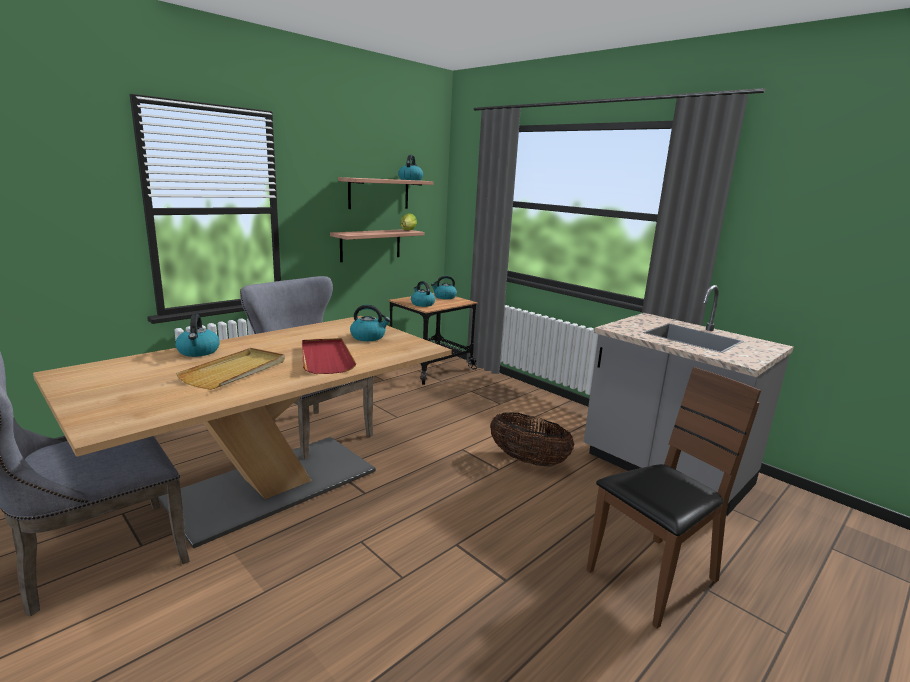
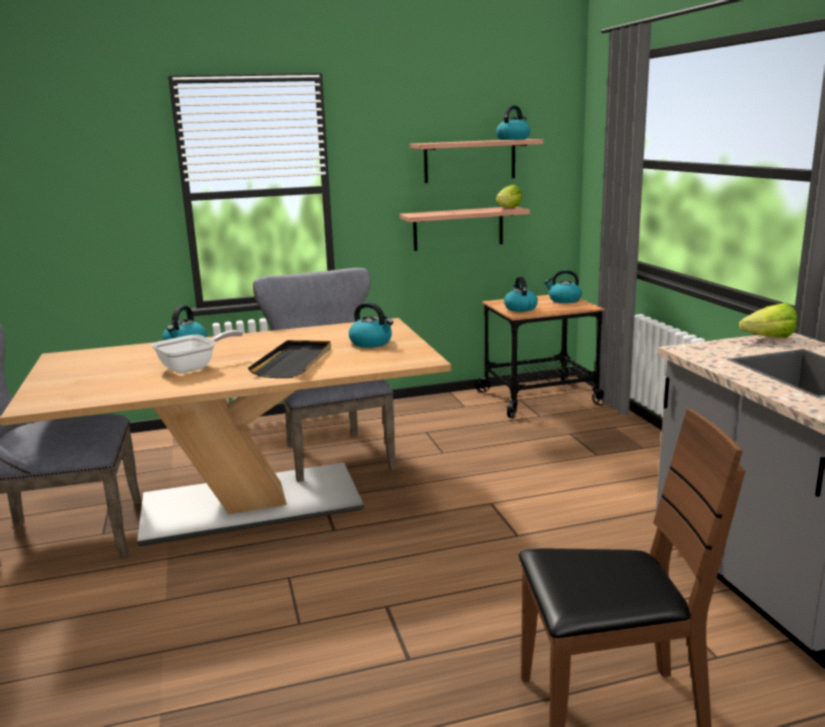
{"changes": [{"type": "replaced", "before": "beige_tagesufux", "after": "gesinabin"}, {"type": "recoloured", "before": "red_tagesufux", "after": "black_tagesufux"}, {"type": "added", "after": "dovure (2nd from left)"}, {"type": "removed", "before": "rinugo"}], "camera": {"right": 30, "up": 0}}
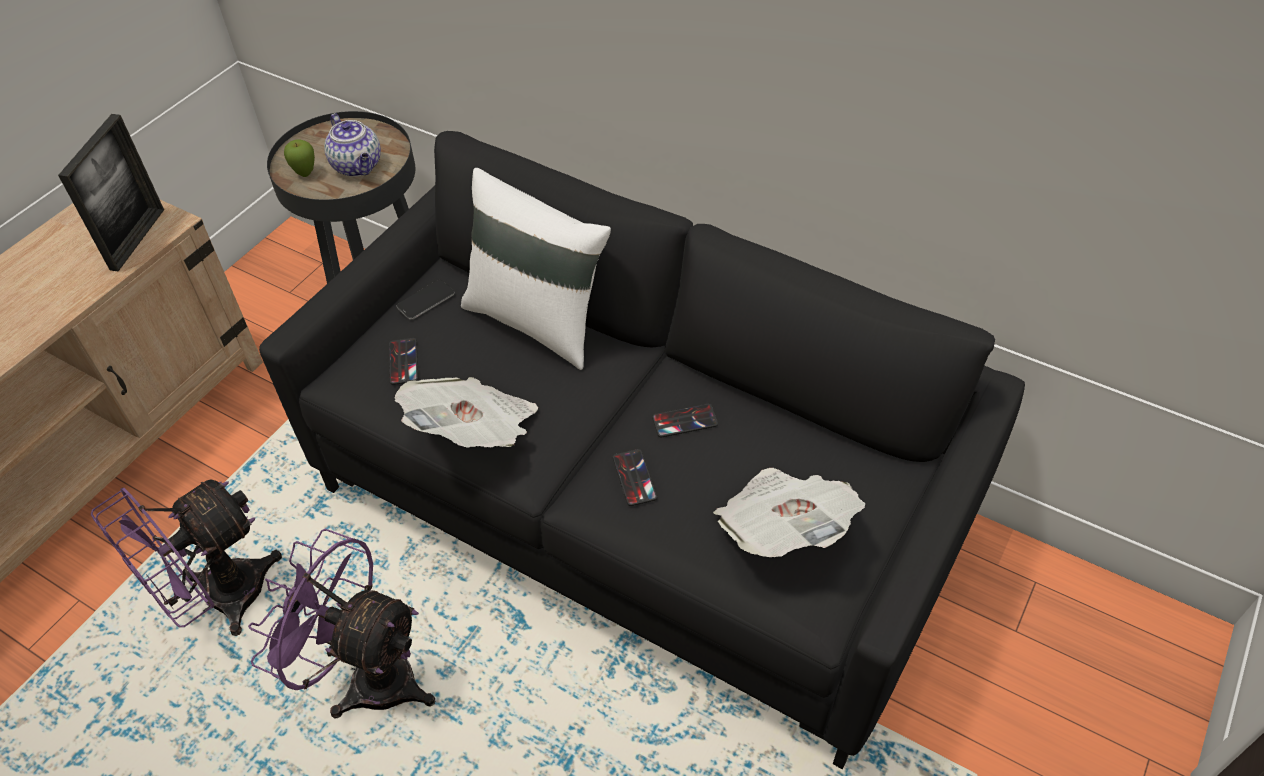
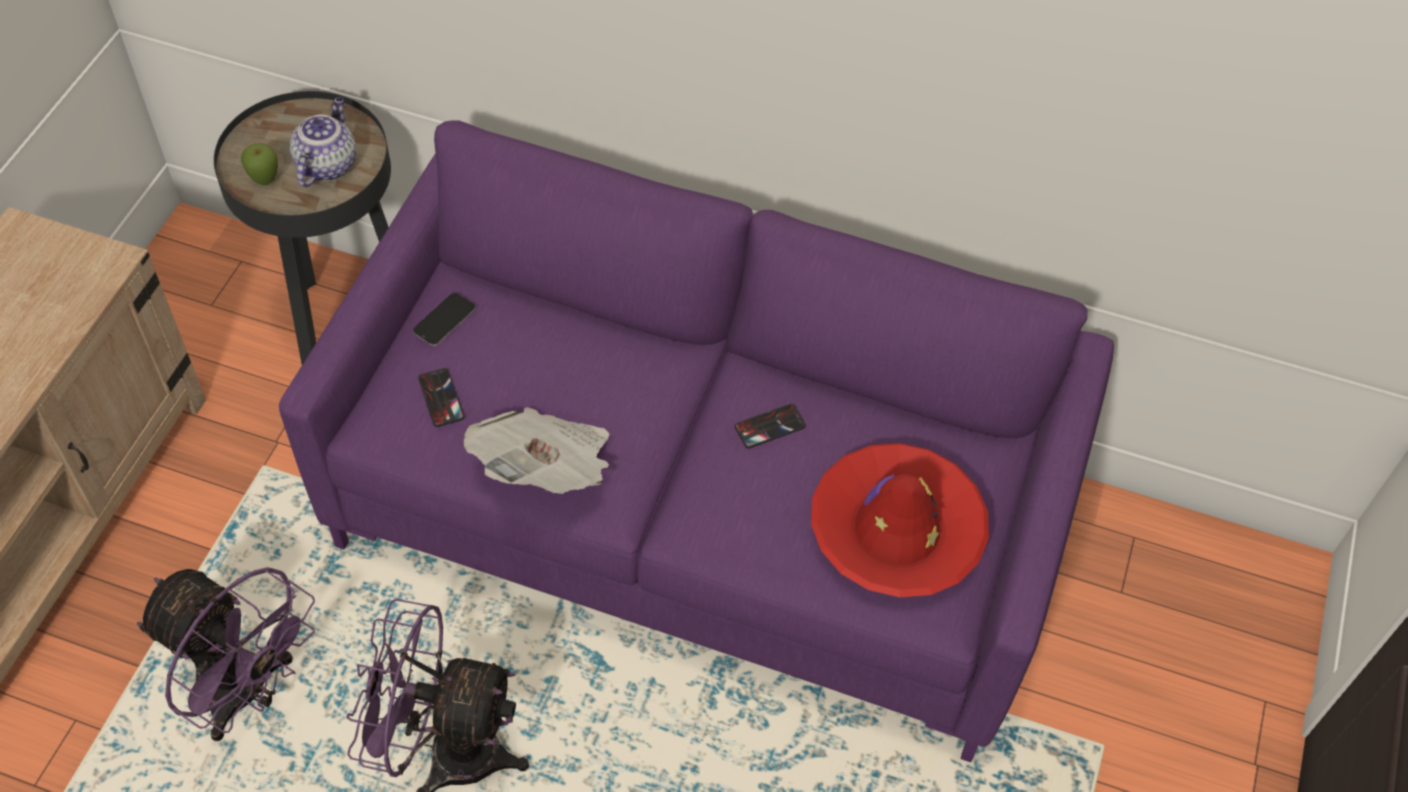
{"changes": [{"type": "turned", "before": "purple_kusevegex (1st from left)", "turn": -90}, {"type": "recoloured", "before": "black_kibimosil", "after": "purple_kibimosil"}, {"type": "turned", "before": "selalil", "turn": -120}, {"type": "replaced", "before": "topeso (2nd from left)", "after": "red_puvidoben"}, {"type": "removed", "before": "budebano"}, {"type": "removed", "before": "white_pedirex"}, {"type": "removed", "before": "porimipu (3rd from left)"}], "camera": {"right": -15, "up": 5}}
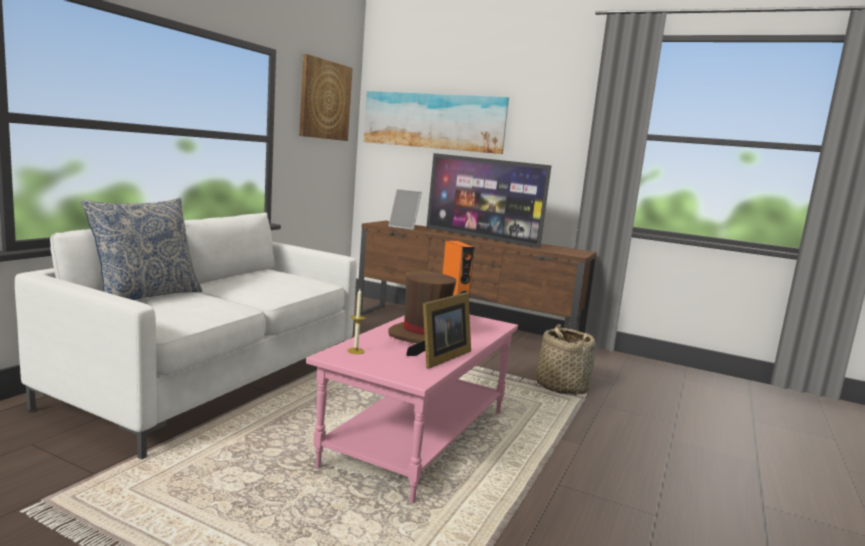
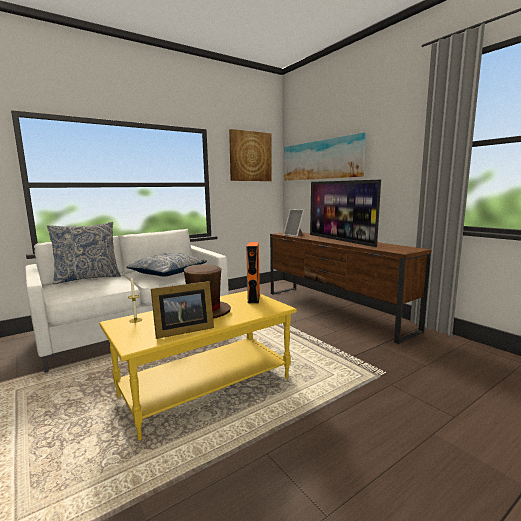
{"changes": [{"type": "recoloured", "before": "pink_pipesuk", "after": "yellow_pipesuk"}, {"type": "added", "after": "pedirex (2nd from left)"}, {"type": "removed", "before": "rinugo"}], "camera": {"right": 30, "up": 0}}
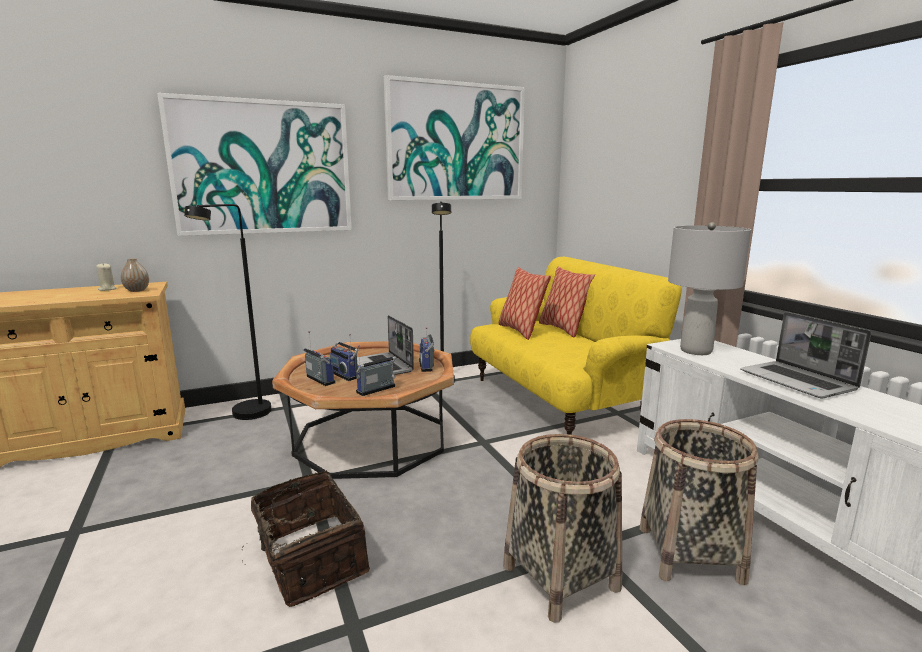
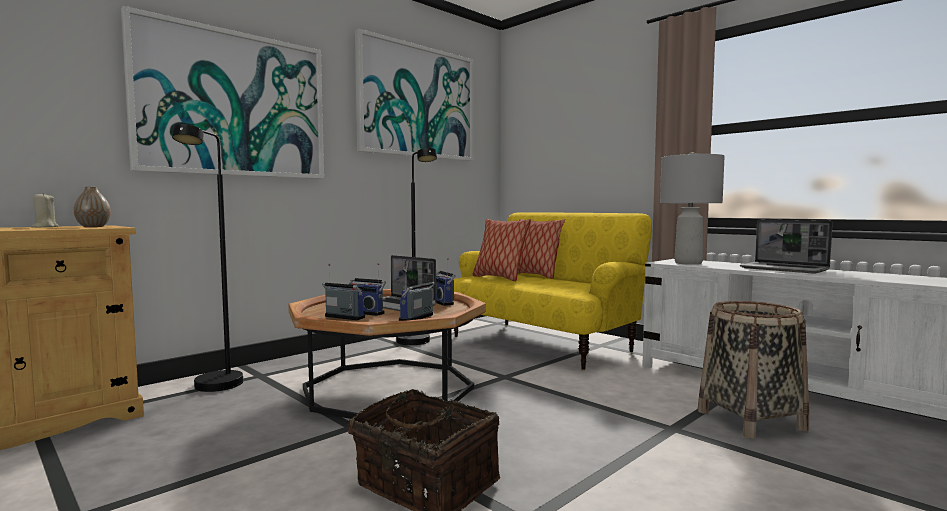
{"changes": [{"type": "removed", "before": "rinugo (2nd from left)"}], "camera": {"right": -20, "up": -10}}
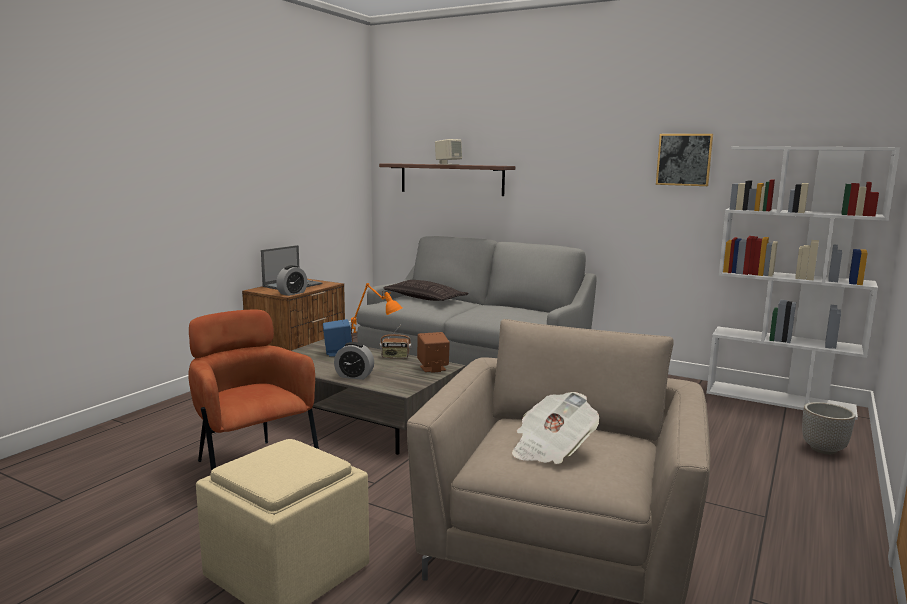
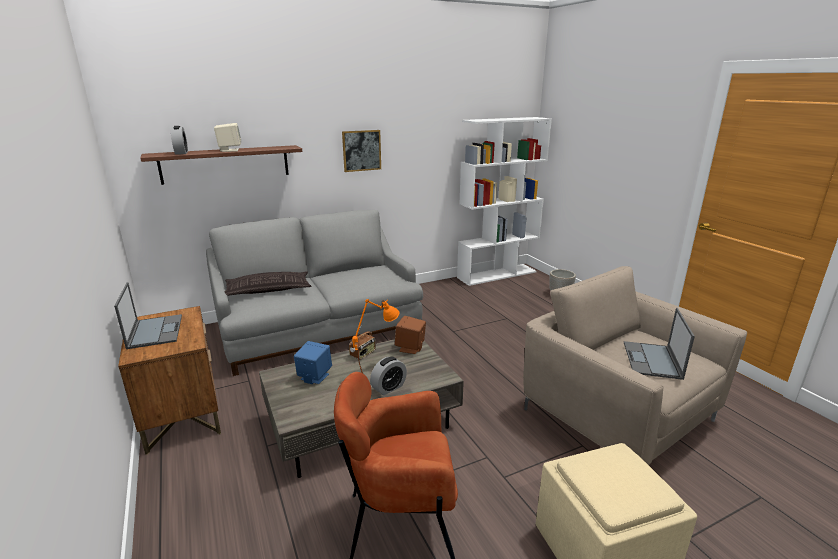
{"changes": [{"type": "moved", "before": "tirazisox (1st from left)"}, {"type": "moved", "before": "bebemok"}, {"type": "replaced", "before": "topeso", "after": "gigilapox (2nd from left)"}], "camera": {"right": -55, "up": 10}}
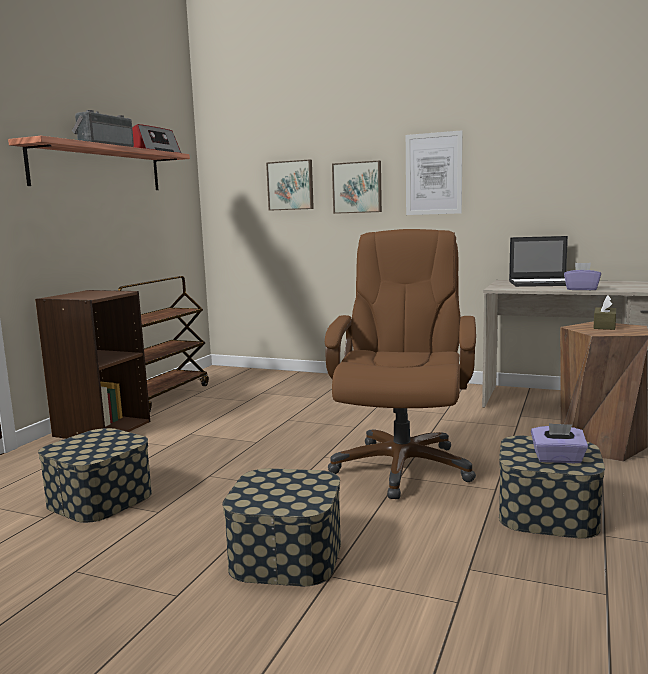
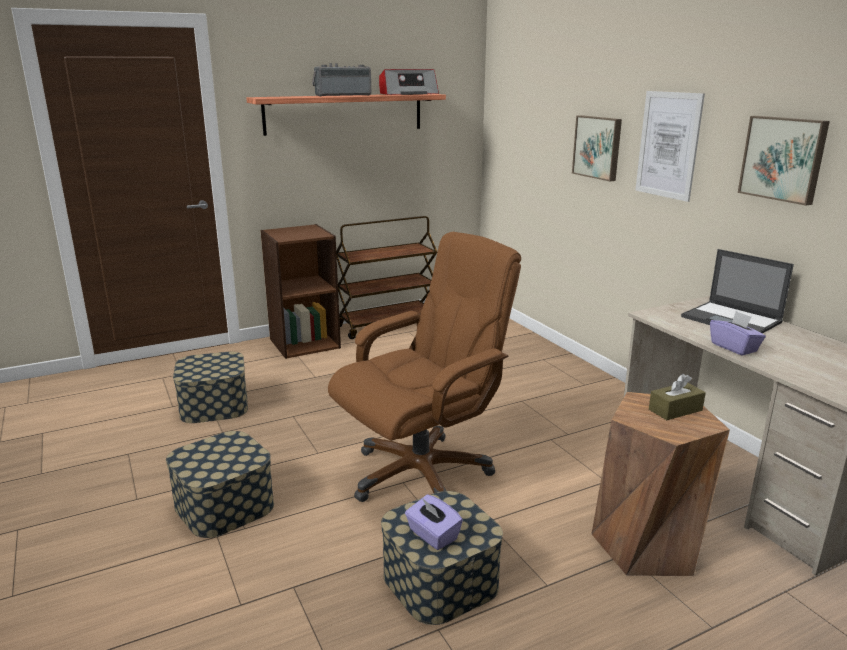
{"changes": [{"type": "moved", "before": "bebemok (1st from left in the first image)", "after": "bebemok (3rd from left)"}], "camera": {"right": 40, "up": 10}}
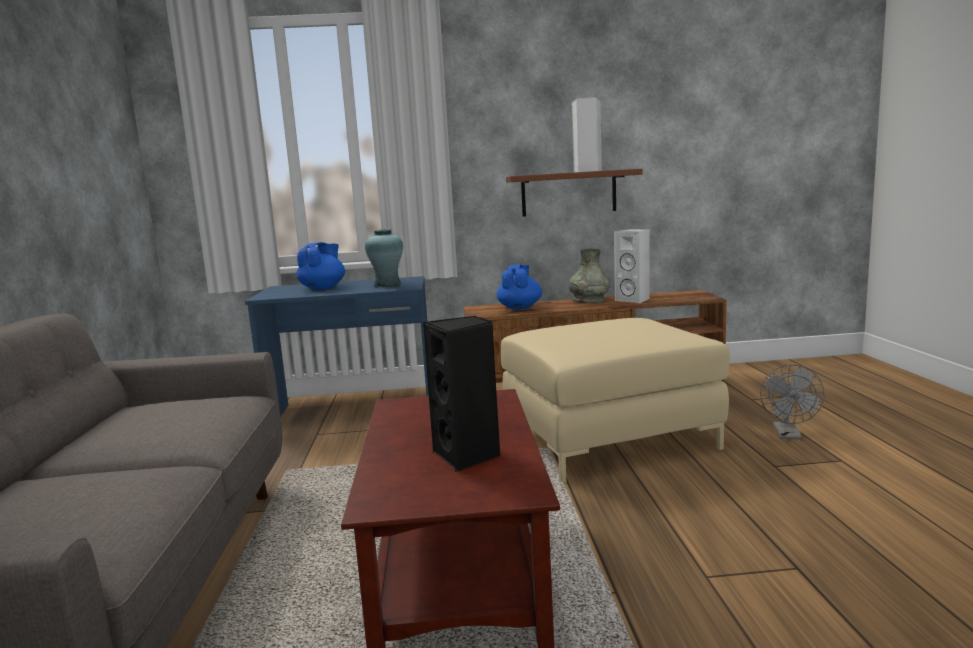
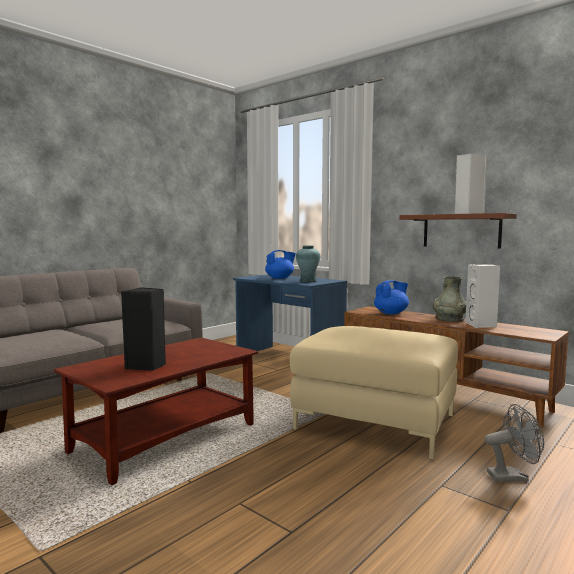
{"changes": [{"type": "turned", "before": "grey_kusevegex", "turn": -150}], "camera": {"right": 45, "up": -5}}
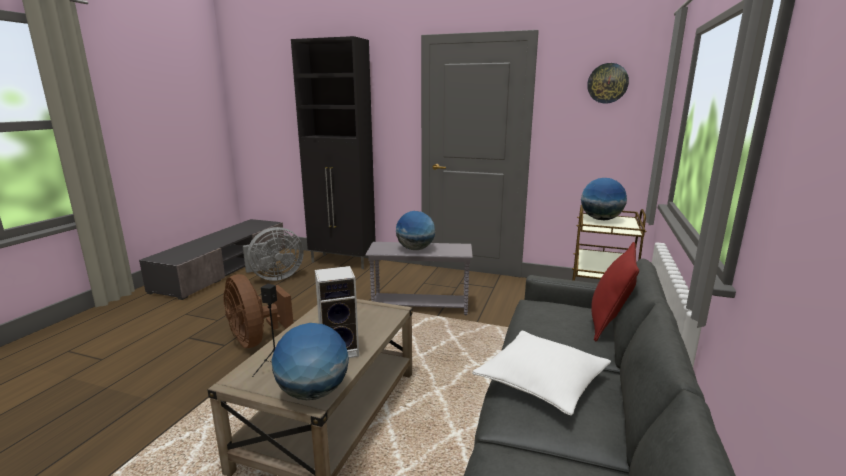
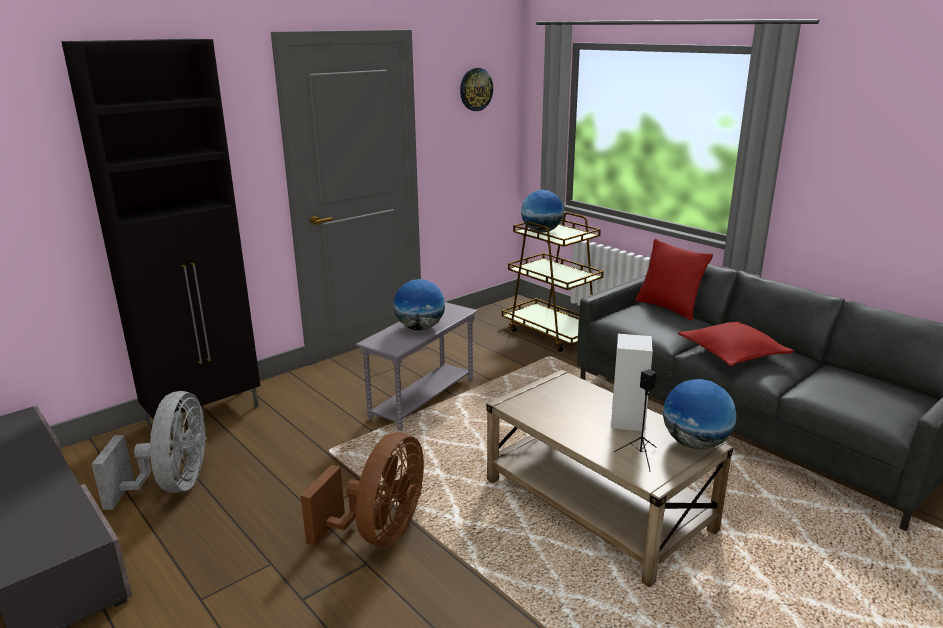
{"changes": [{"type": "turned", "before": "brown_kusevegex", "turn": -60}, {"type": "recoloured", "before": "white_pedirex", "after": "red_pedirex (2nd from left)"}], "camera": {"right": -60, "up": 5}}
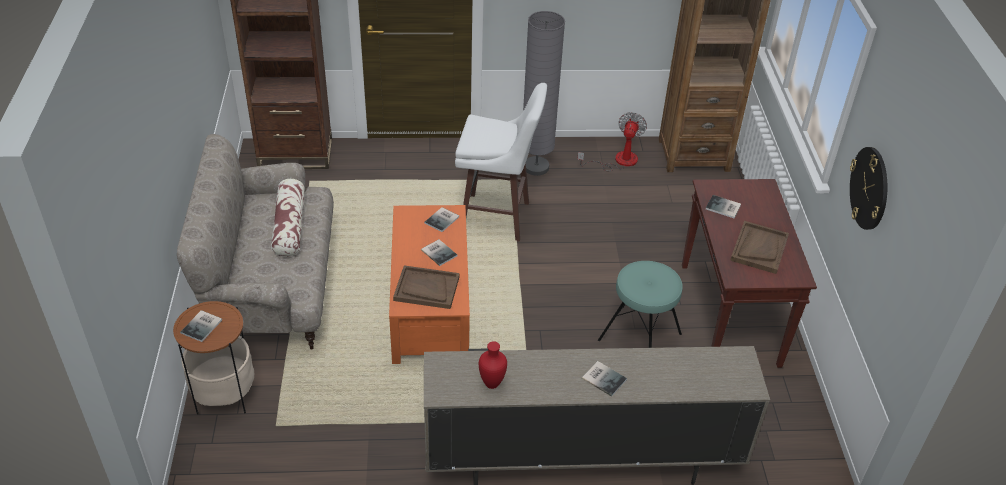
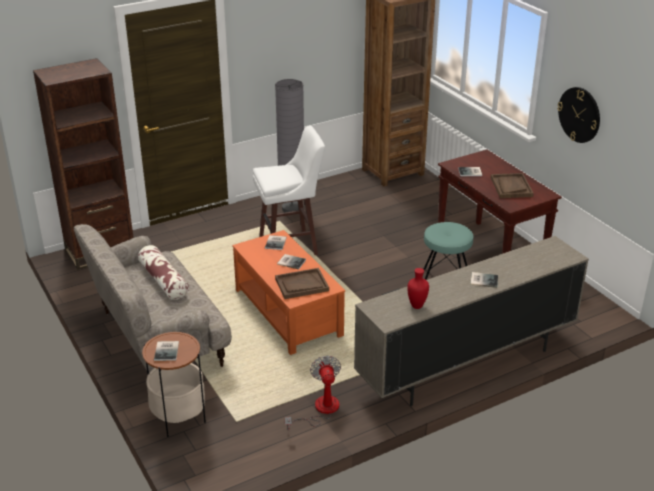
{"changes": [{"type": "moved", "before": "kusevegex"}], "camera": {"right": -25, "up": -10}}
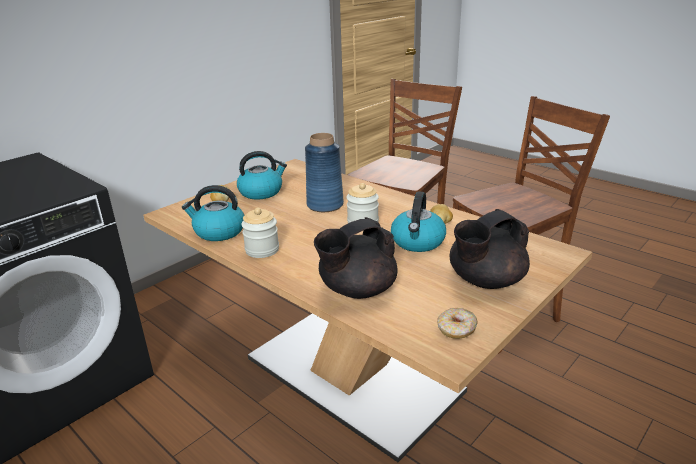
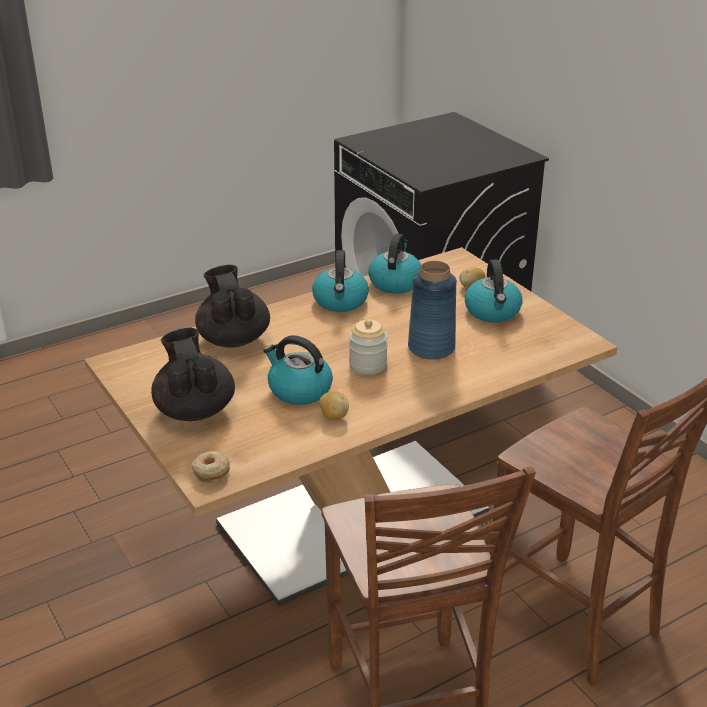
{"changes": [{"type": "moved", "before": "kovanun"}, {"type": "replaced", "before": "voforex (1st from left)", "after": "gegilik (2nd from left)"}], "camera": {"right": 105, "up": 5}}
